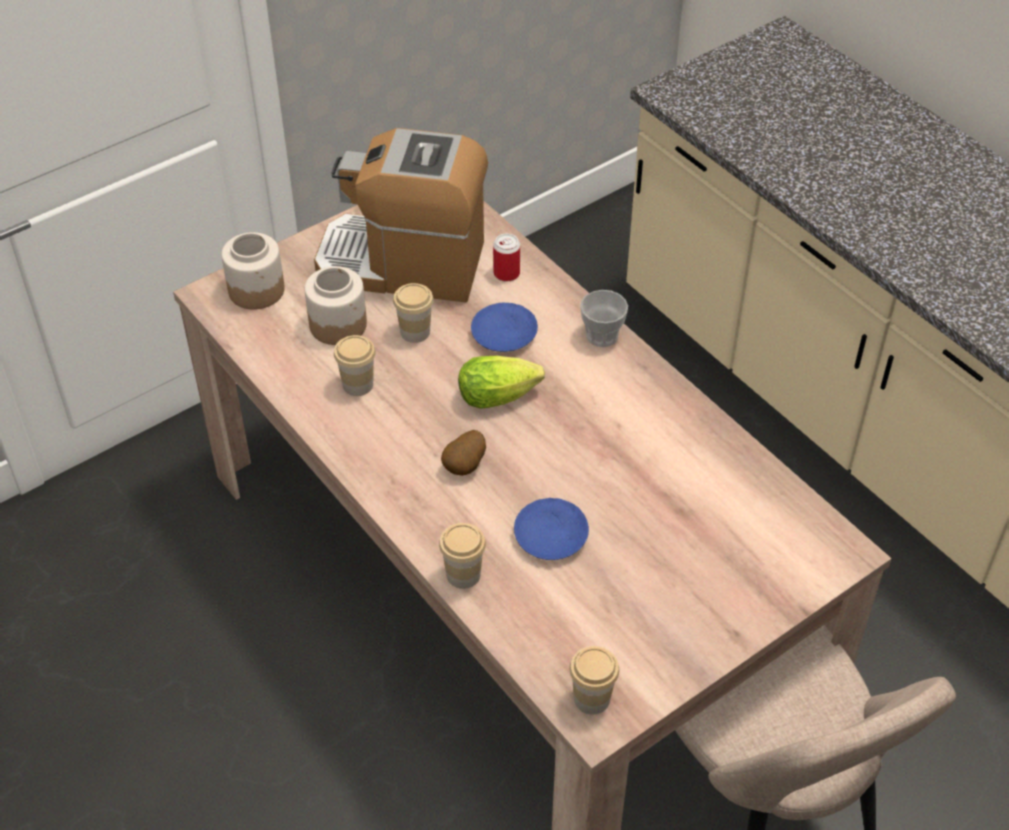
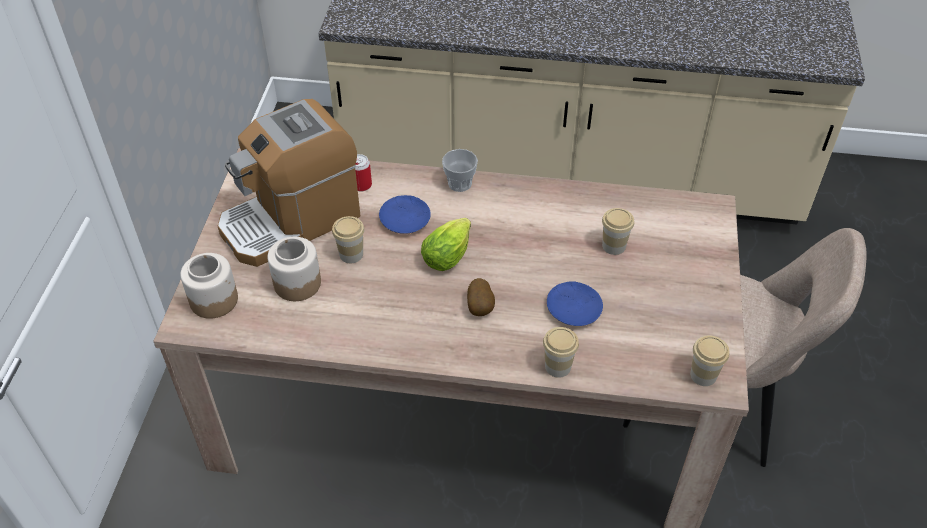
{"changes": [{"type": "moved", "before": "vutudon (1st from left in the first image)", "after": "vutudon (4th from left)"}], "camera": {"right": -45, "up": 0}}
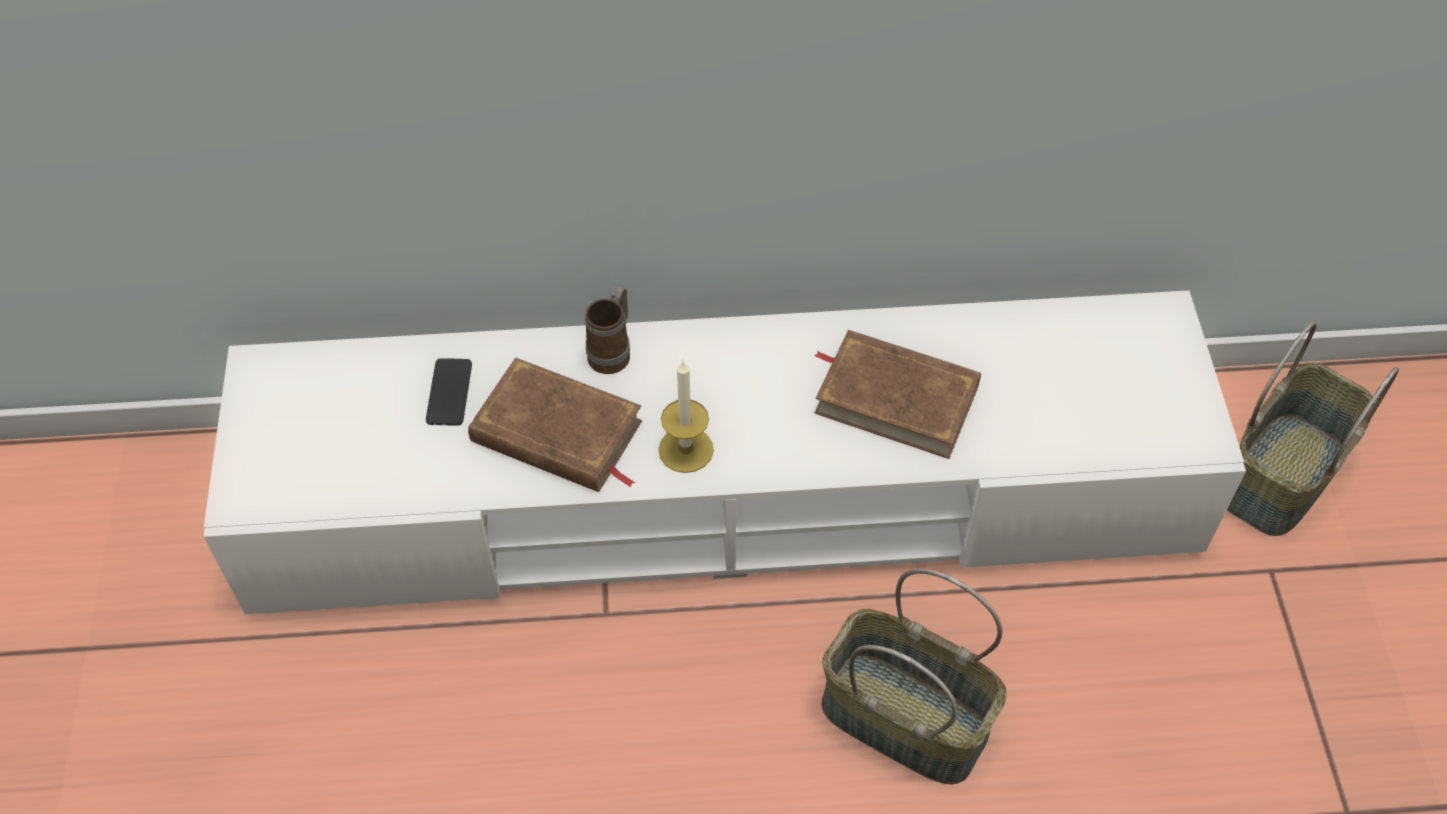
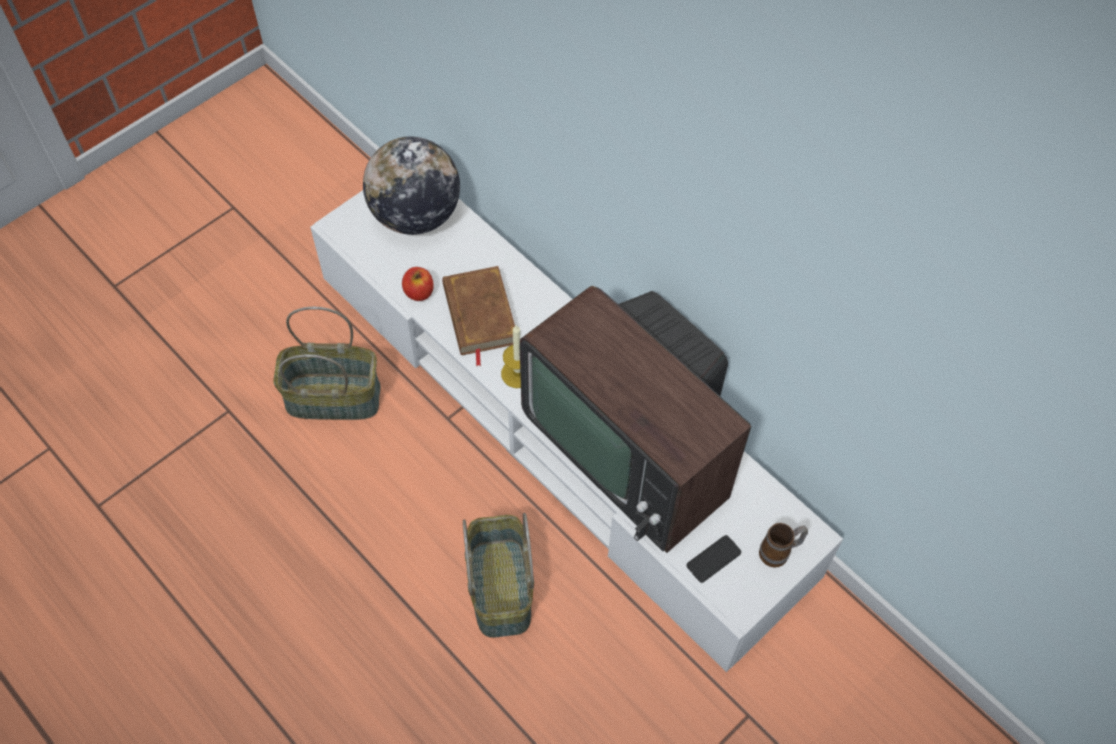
{"changes": [{"type": "moved", "before": "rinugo (2nd from left in the first image)", "after": "rinugo (1st from left)"}, {"type": "added", "after": "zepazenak"}, {"type": "added", "after": "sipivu"}, {"type": "replaced", "before": "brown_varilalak (2nd from left)", "after": "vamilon"}, {"type": "moved", "before": "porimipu"}, {"type": "moved", "before": "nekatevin"}], "camera": {"right": 50, "up": 5}}
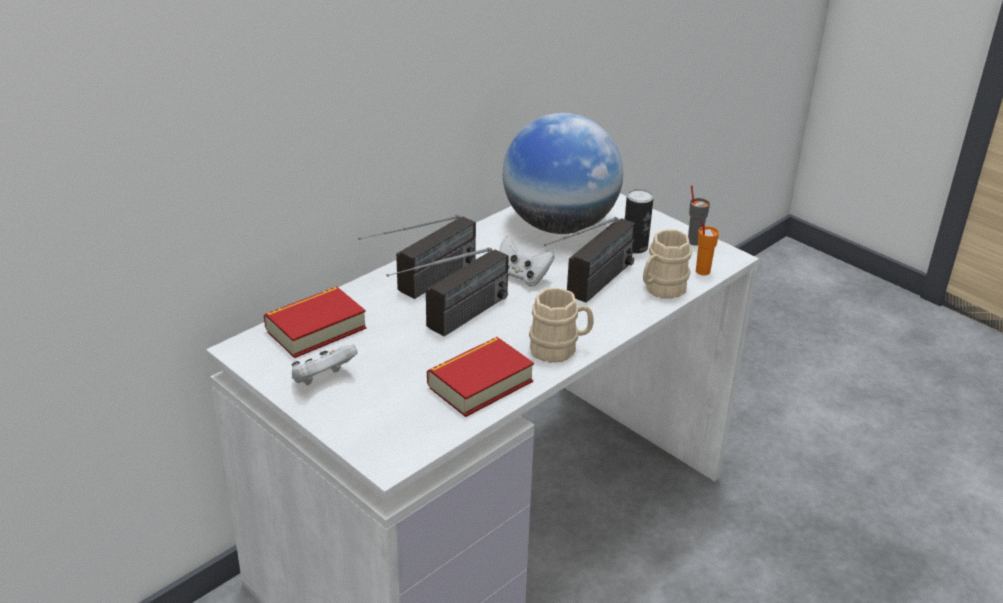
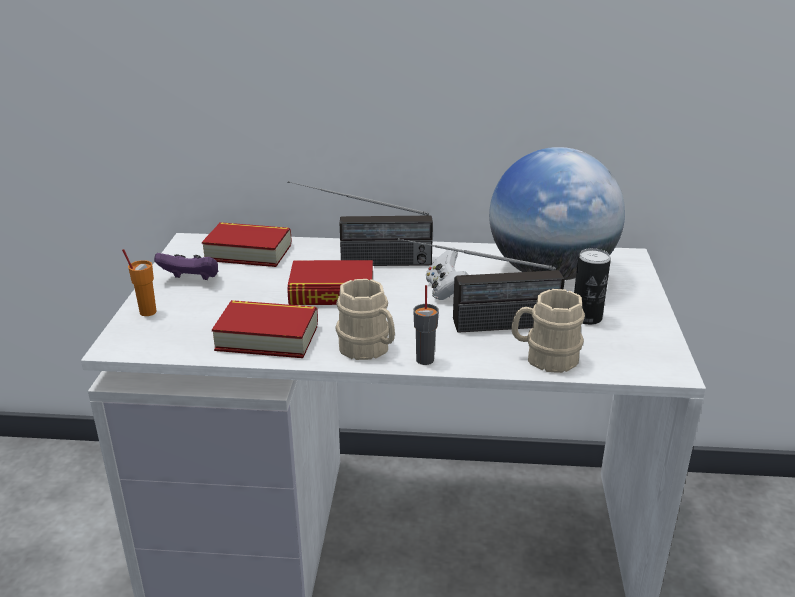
{"changes": [{"type": "moved", "before": "orange_vutudon"}, {"type": "recoloured", "before": "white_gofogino (1st from left)", "after": "purple_gofogino"}, {"type": "replaced", "before": "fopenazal (2nd from left)", "after": "varilalak (3rd from left)"}, {"type": "moved", "before": "grey_vutudon"}], "camera": {"right": 50, "up": -5}}
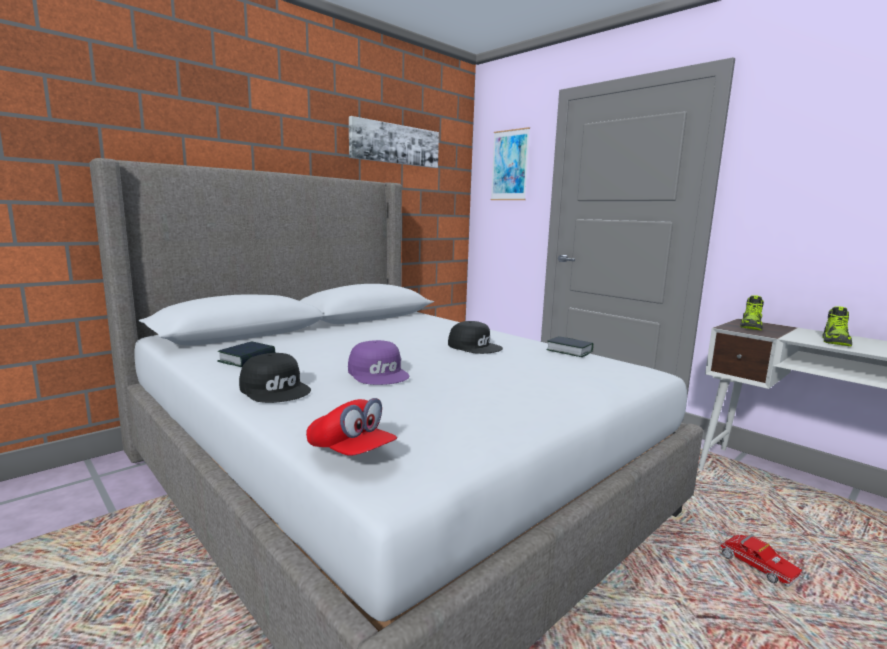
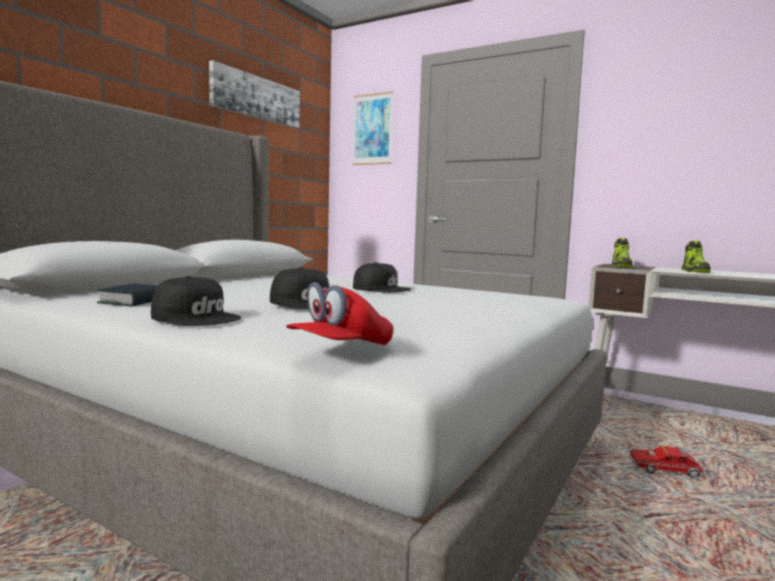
{"changes": [{"type": "recoloured", "before": "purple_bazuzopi", "after": "black_bazuzopi (2nd from left)"}, {"type": "turned", "before": "red_bazuzopi", "turn": 105}, {"type": "turned", "before": "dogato", "turn": 150}, {"type": "removed", "before": "varilalak (2nd from left)"}], "camera": {"right": -15, "up": -5}}
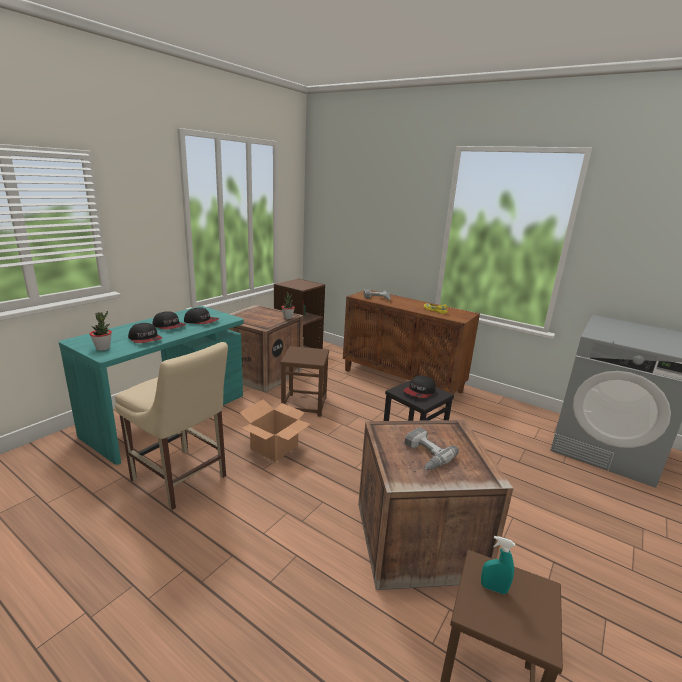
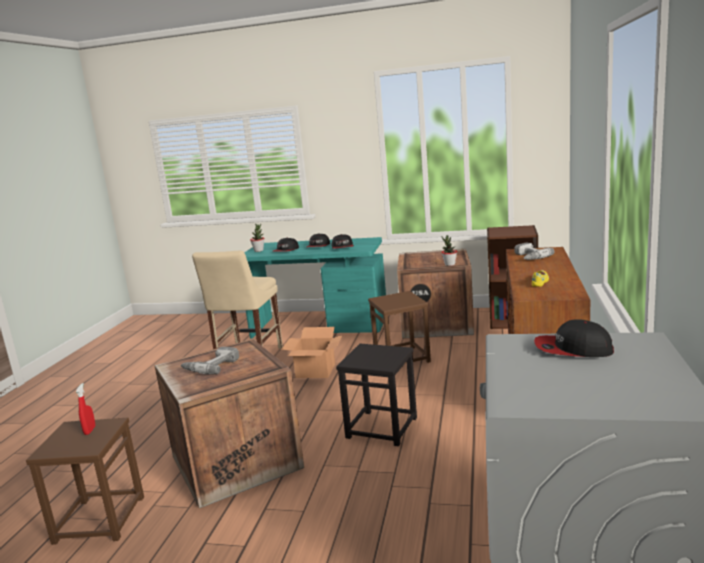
{"changes": [{"type": "recoloured", "before": "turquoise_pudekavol", "after": "red_pudekavol"}, {"type": "moved", "before": "bazuzopi (4th from left)"}], "camera": {"right": 70, "up": -5}}
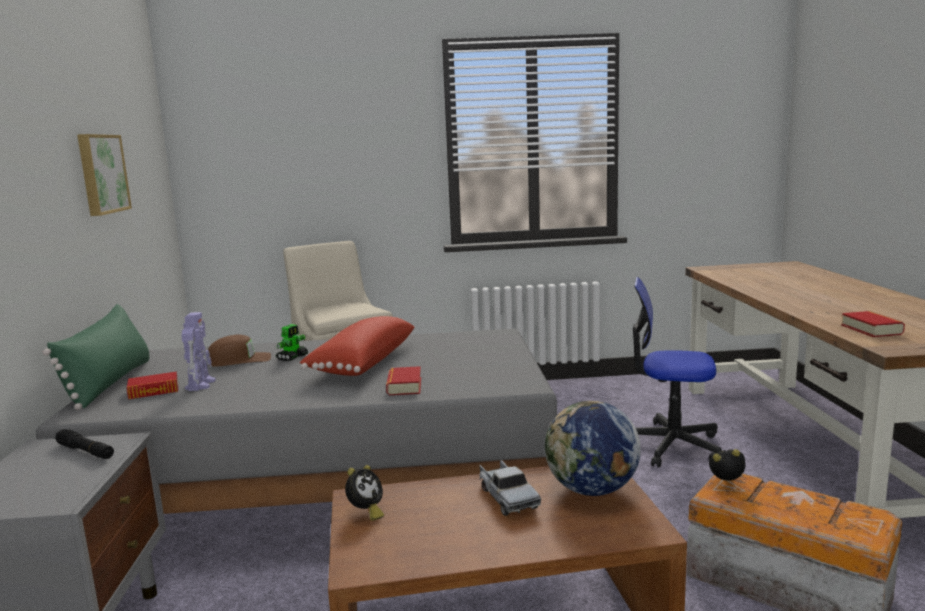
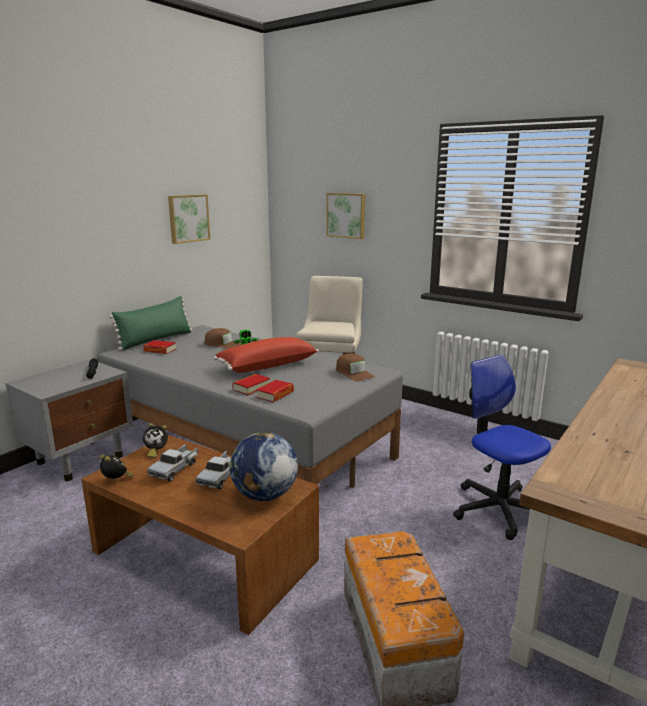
{"changes": [{"type": "moved", "before": "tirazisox (2nd from left in the first image)", "after": "tirazisox (1st from left)"}, {"type": "added", "after": "dogato (1st from left)"}, {"type": "moved", "before": "varilalak (3rd from left)"}, {"type": "added", "after": "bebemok (2nd from left)"}, {"type": "added", "after": "brown_bazuzopi (2nd from left)"}, {"type": "removed", "before": "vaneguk (1st from left)"}], "camera": {"right": 40, "up": 5}}
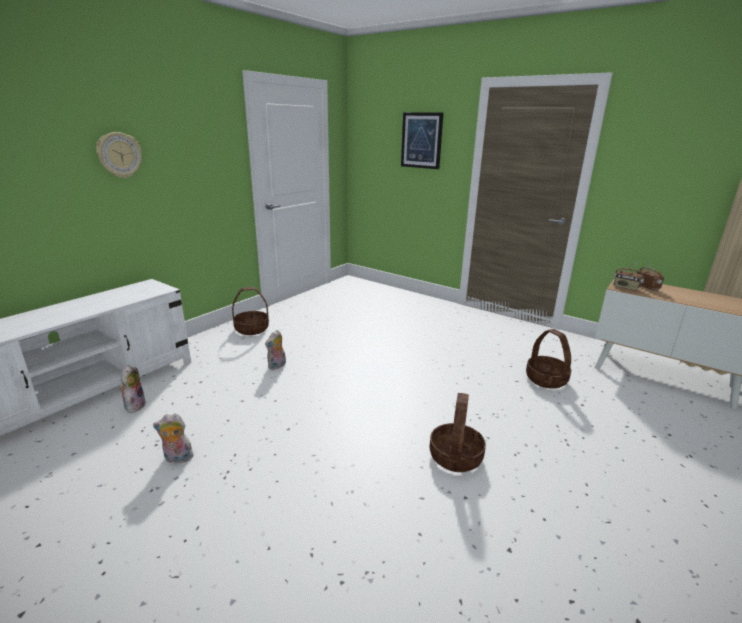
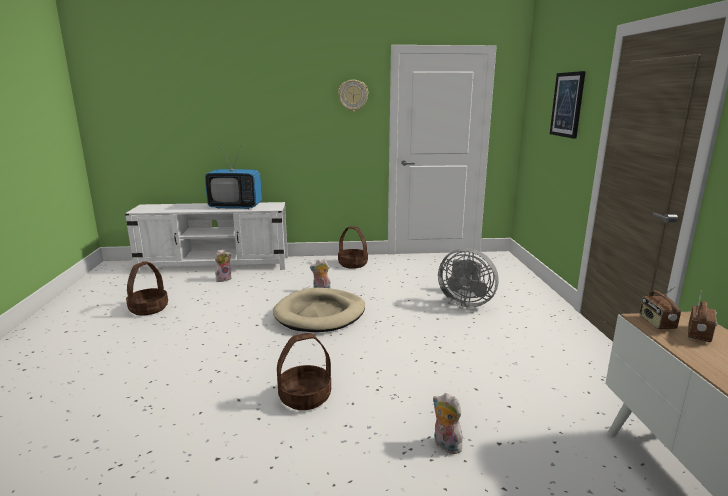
{"changes": [{"type": "moved", "before": "rinugo (3rd from left in the first image)", "after": "rinugo (1st from left)"}, {"type": "added", "after": "vamilon"}, {"type": "added", "after": "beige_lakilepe"}, {"type": "moved", "before": "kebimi"}, {"type": "moved", "before": "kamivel (2nd from left in the first image)", "after": "kamivel (3rd from left)"}, {"type": "added", "after": "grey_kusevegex"}], "camera": {"right": 50, "up": -5}}
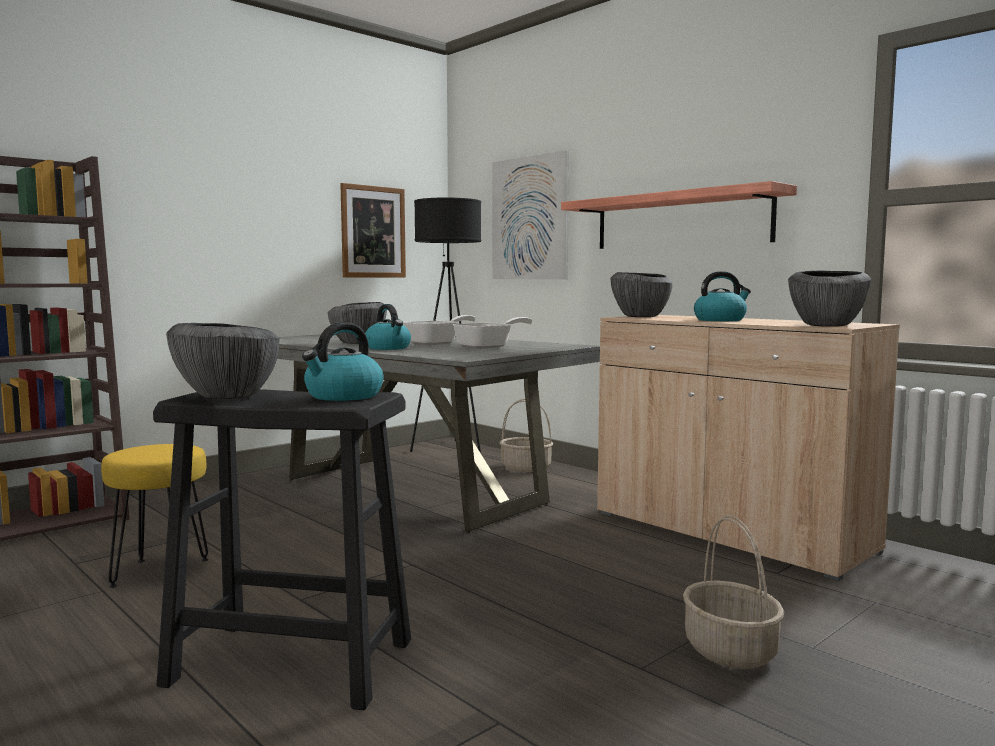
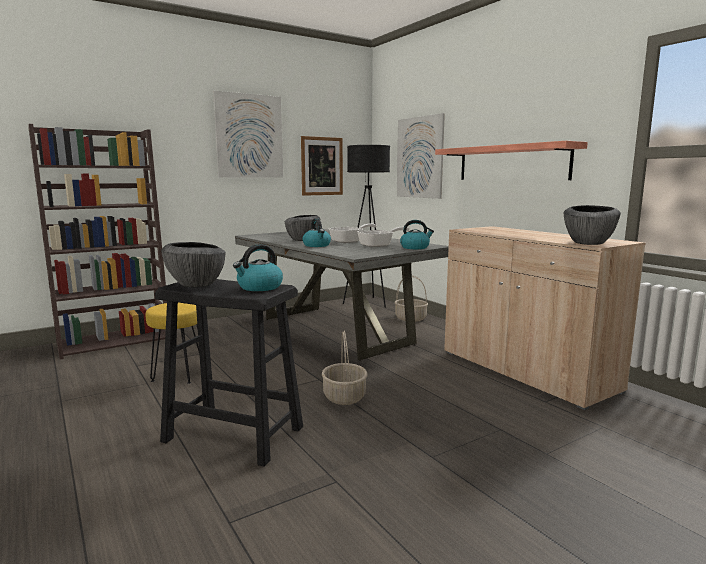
{"changes": [{"type": "added", "after": "bebemok (1st from left)"}, {"type": "moved", "before": "rinugo (2nd from left in the first image)", "after": "rinugo (1st from left)"}, {"type": "moved", "before": "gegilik (3rd from left)"}, {"type": "removed", "before": "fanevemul (3rd from left)"}], "camera": {"right": 10, "up": 5}}
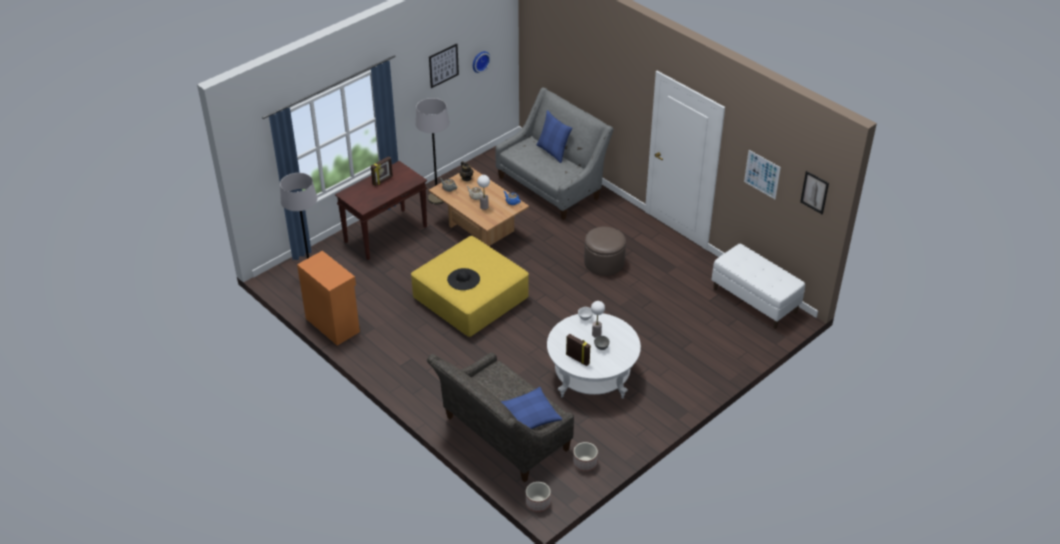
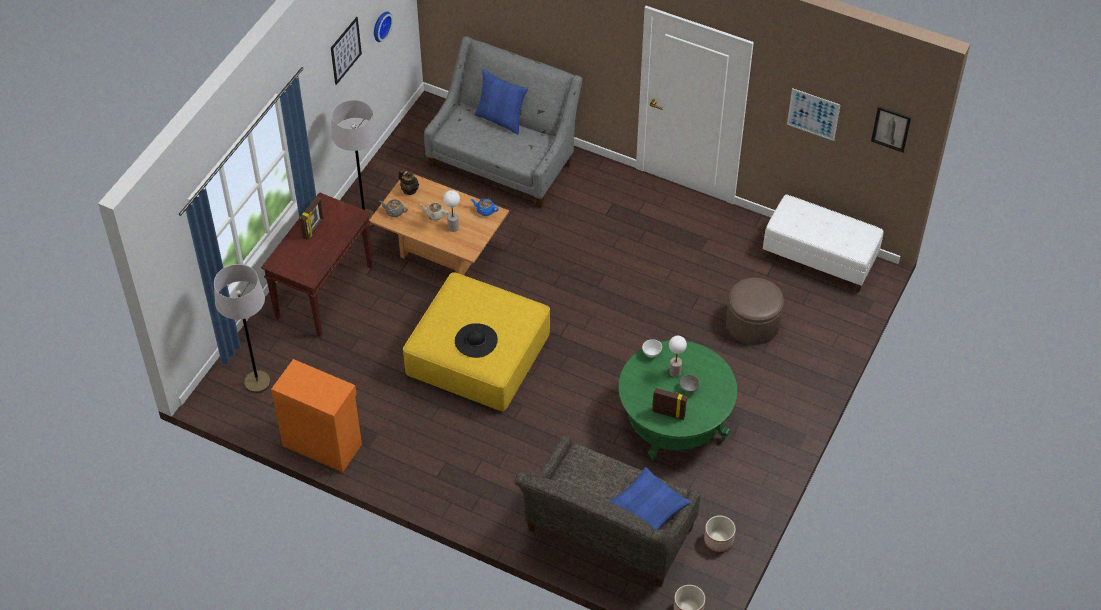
{"changes": [{"type": "recoloured", "before": "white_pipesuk", "after": "green_pipesuk"}, {"type": "moved", "before": "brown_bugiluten"}], "camera": {"right": -20, "up": 10}}
